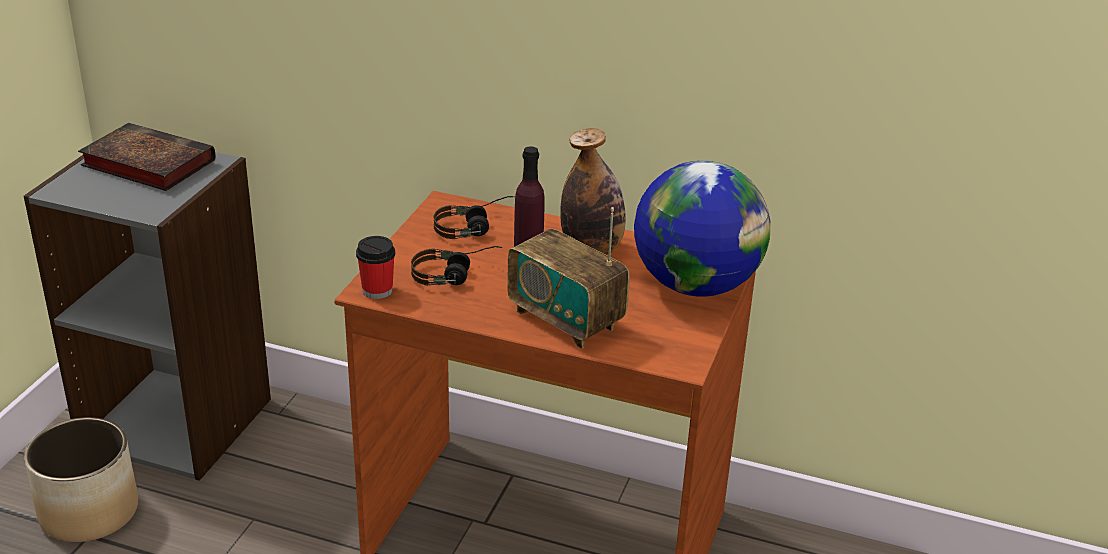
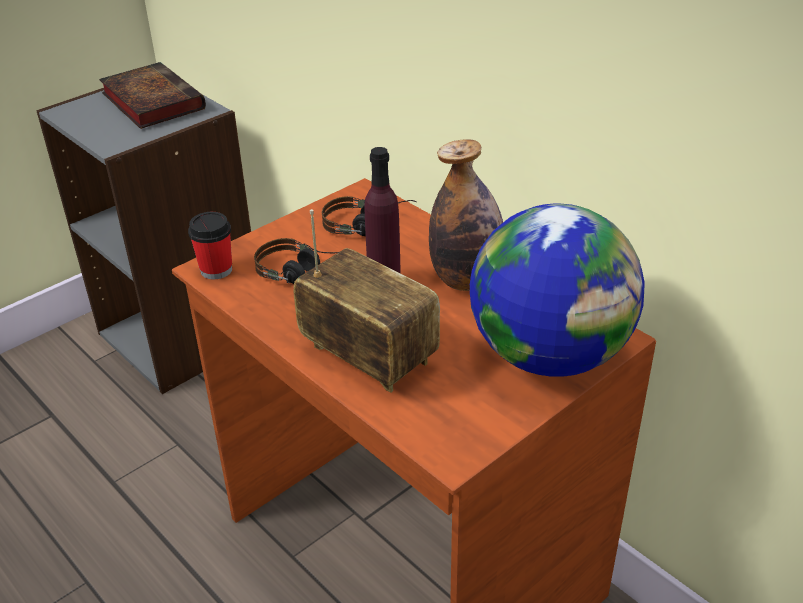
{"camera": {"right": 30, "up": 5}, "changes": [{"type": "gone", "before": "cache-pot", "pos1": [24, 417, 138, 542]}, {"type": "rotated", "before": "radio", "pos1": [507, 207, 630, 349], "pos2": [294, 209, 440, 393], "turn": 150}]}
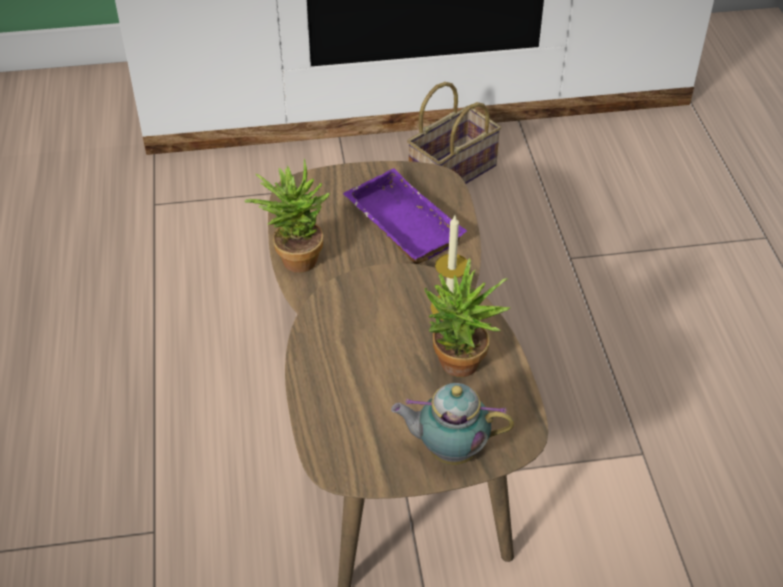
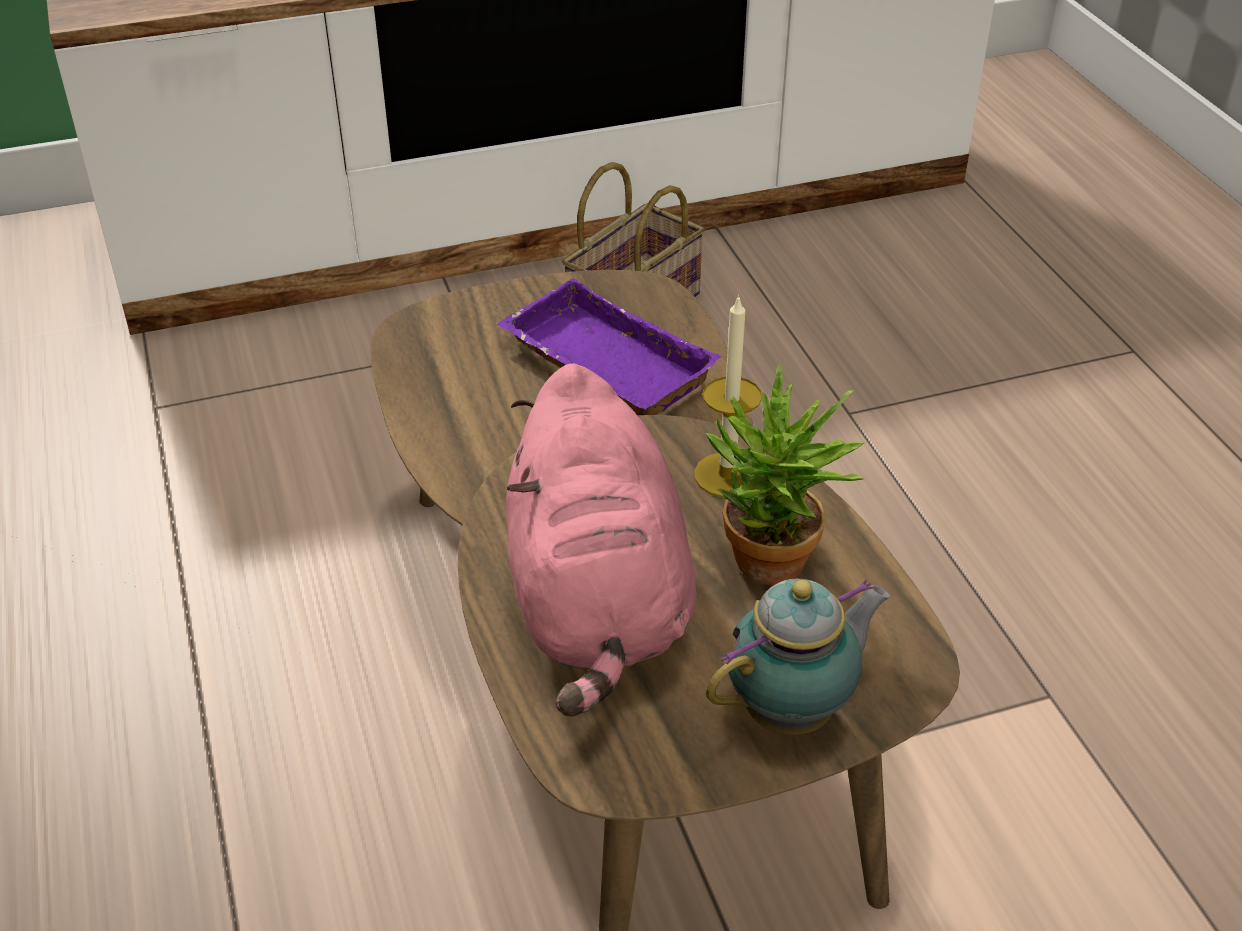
{"camera": {"right": -10, "up": -5}, "changes": [{"type": "gone", "before": "plante en pot", "pos1": [245, 158, 330, 273]}, {"type": "rotated", "before": "théière", "pos1": [391, 383, 514, 465], "pos2": [706, 579, 890, 735], "turn": 150}, {"type": "new", "after": "peluche/rose", "pos2": [506, 363, 697, 717]}]}
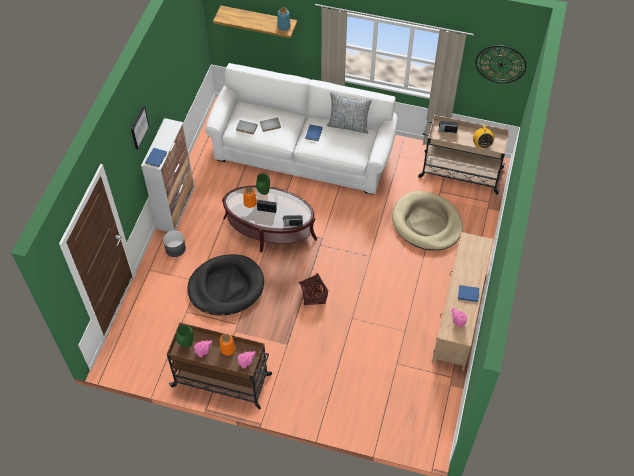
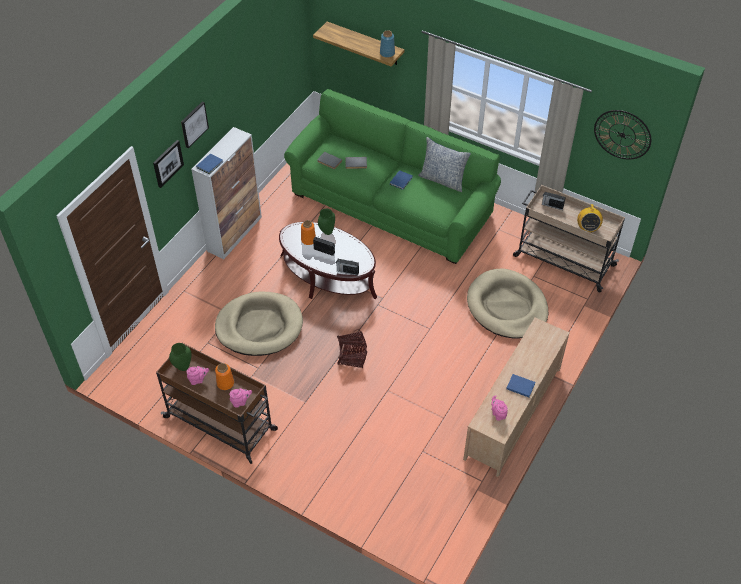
{"camera": {"right": 15, "up": -5}, "changes": [{"type": "gone", "before": "cache-pot/gris", "pos1": [163, 230, 186, 257]}, {"type": "repainted", "before": "panier pour chien/noir", "after": "panier pour chien/beige", "pos1": [187, 254, 264, 316], "pos2": [215, 291, 303, 356]}, {"type": "repainted", "before": "canapé/blanc", "after": "canapé/vert", "pos1": [205, 63, 398, 195], "pos2": [284, 89, 501, 264]}, {"type": "new", "after": "tableau", "pos2": [153, 140, 184, 188]}]}
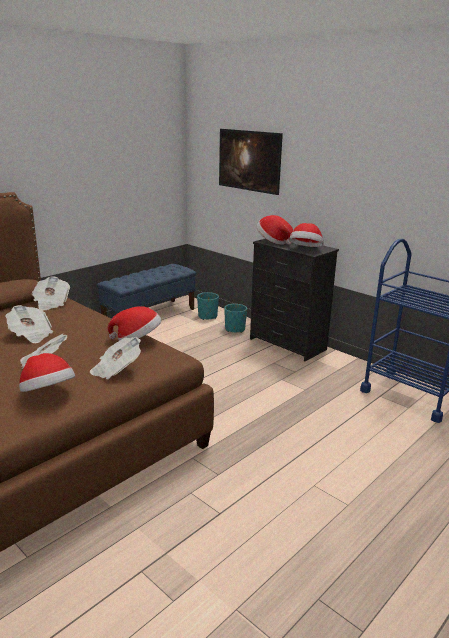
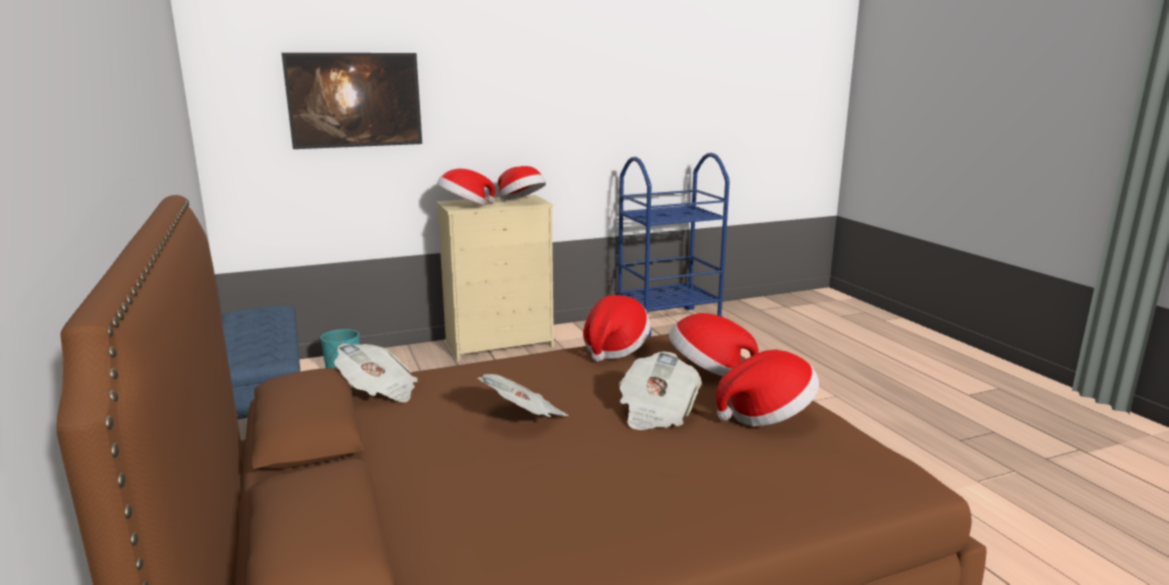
{"camera": {"right": -65, "up": -5}, "changes": [{"type": "swapped", "before": "journal", "after": "chapeau", "pos1": [90, 337, 141, 379], "pos2": [669, 313, 759, 376]}, {"type": "gone", "before": "cache-pot/turquoise", "pos1": [224, 304, 247, 333]}, {"type": "repainted", "before": "commode/noir", "after": "commode/beige", "pos1": [250, 239, 339, 361], "pos2": [436, 195, 554, 361]}]}
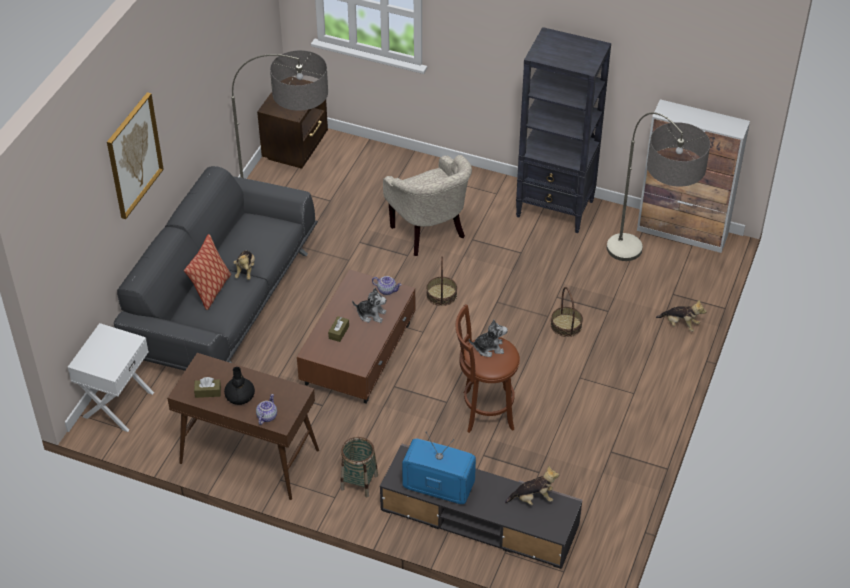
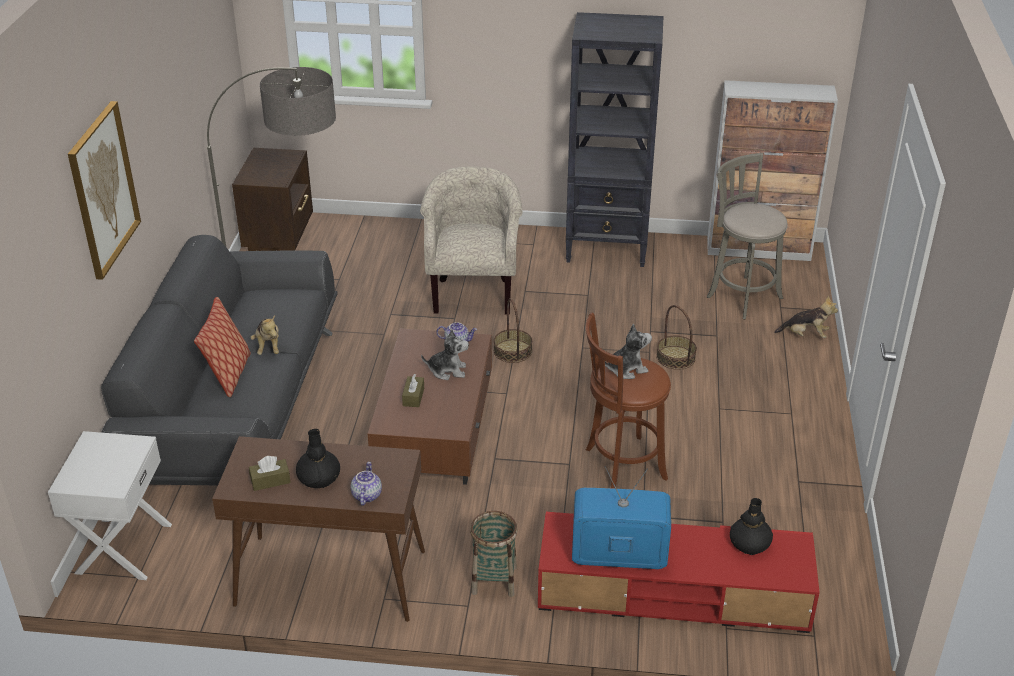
{"camera": {"right": -15, "up": -10}, "changes": [{"type": "repainted", "before": "meuble télé/gris", "after": "meuble télé/rouge", "pos1": [380, 444, 582, 569], "pos2": [538, 512, 820, 633]}, {"type": "rotated", "before": "fauteuil/beige", "pos1": [383, 155, 472, 256], "pos2": [420, 167, 523, 315], "turn": -135}, {"type": "swapped", "before": "peluche", "after": "vase/noir", "pos1": [505, 466, 559, 505], "pos2": [730, 498, 773, 555]}, {"type": "swapped", "before": "lampadaire", "after": "tabouret/gris", "pos1": [607, 112, 710, 261], "pos2": [707, 153, 788, 319]}]}
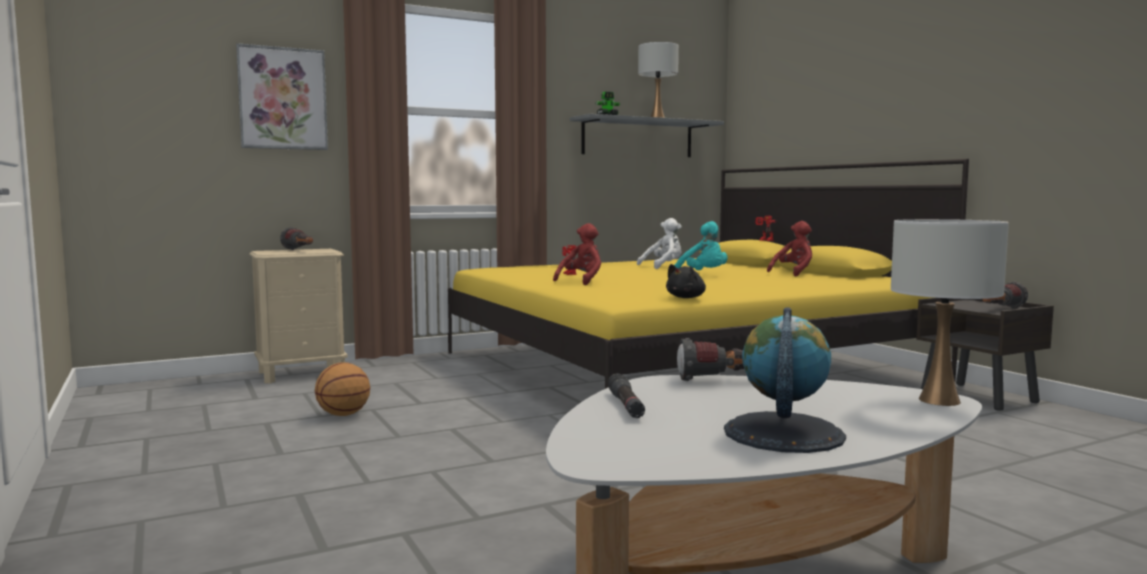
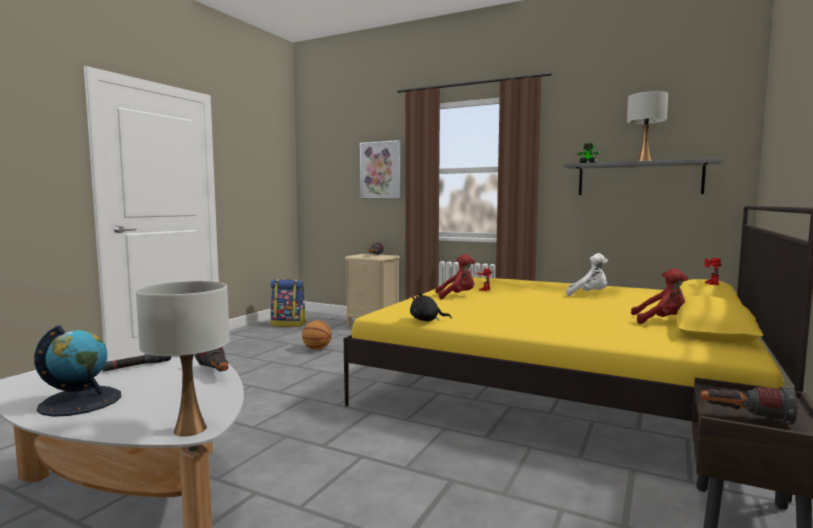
{"camera": {"right": 55, "up": 0}, "changes": [{"type": "gone", "before": "peluche/turquoise", "pos1": [674, 221, 728, 270]}, {"type": "new", "after": "sac à dos", "pos2": [270, 279, 306, 327]}]}
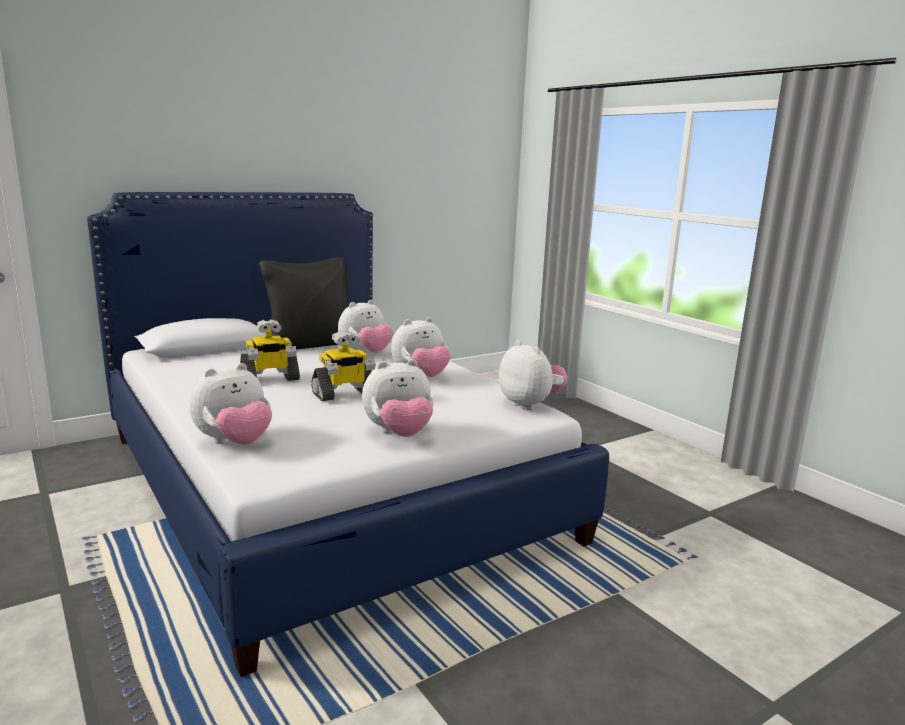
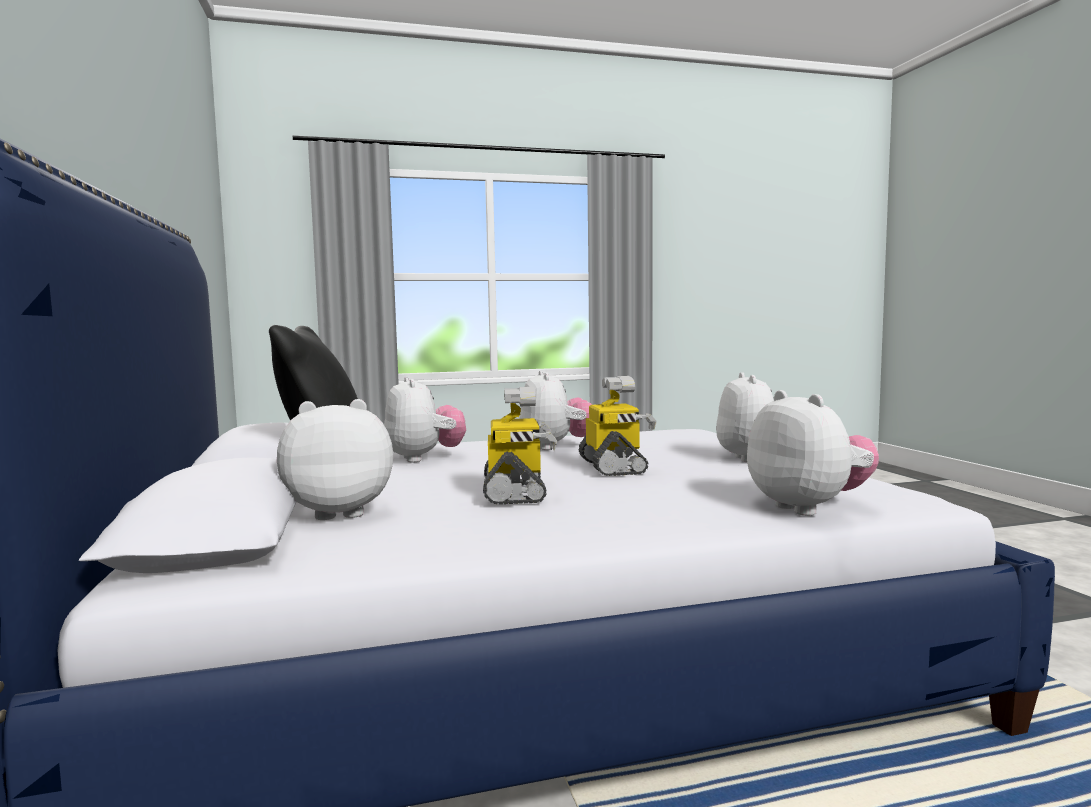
{"camera": {"right": -70, "up": -10}, "changes": [{"type": "shifted", "before": "peluche", "pos1": [499, 340, 567, 410], "pos2": [277, 399, 393, 520]}]}
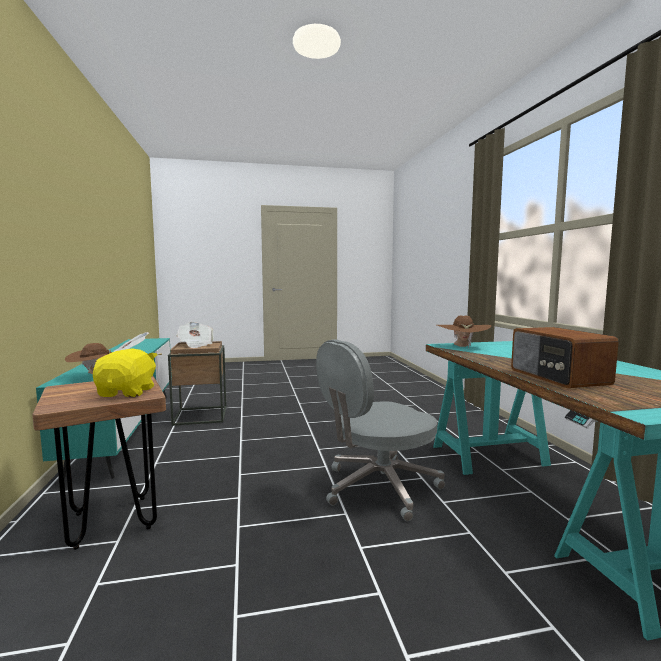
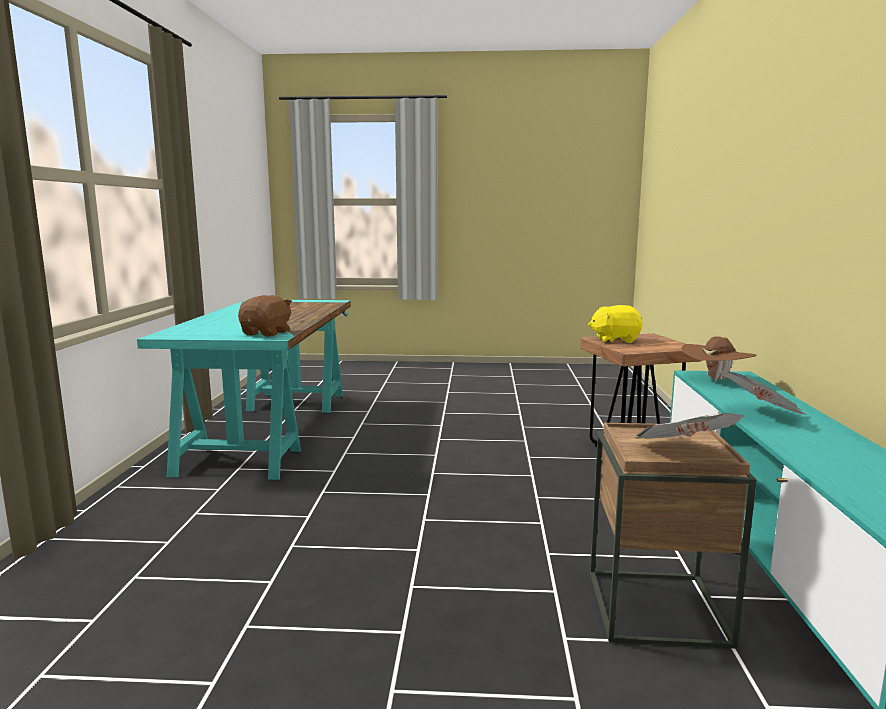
{"camera": {"right": -165, "up": 5}, "changes": [{"type": "rotated", "before": "peluche/jaune", "pos1": [93, 348, 157, 397], "pos2": [588, 305, 642, 343], "turn": 75}, {"type": "gone", "before": "chaise de bureau/gris", "pos1": [316, 339, 445, 521]}, {"type": "swapped", "before": "chapeau/marron", "after": "peluche/marron", "pos1": [437, 316, 491, 349], "pos2": [238, 295, 292, 337]}, {"type": "gone", "before": "radio", "pos1": [511, 327, 619, 388]}]}
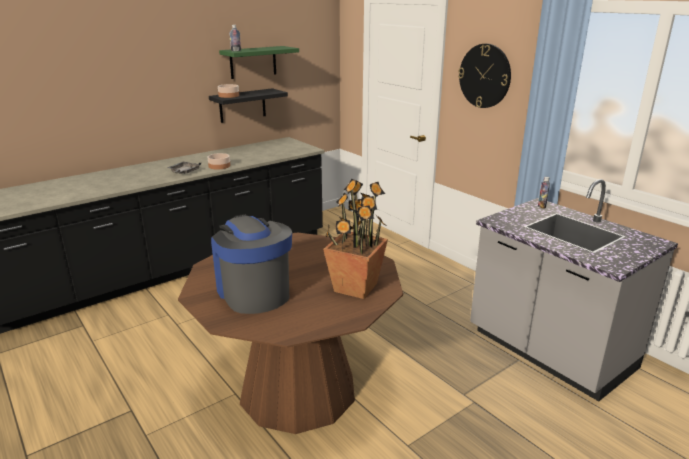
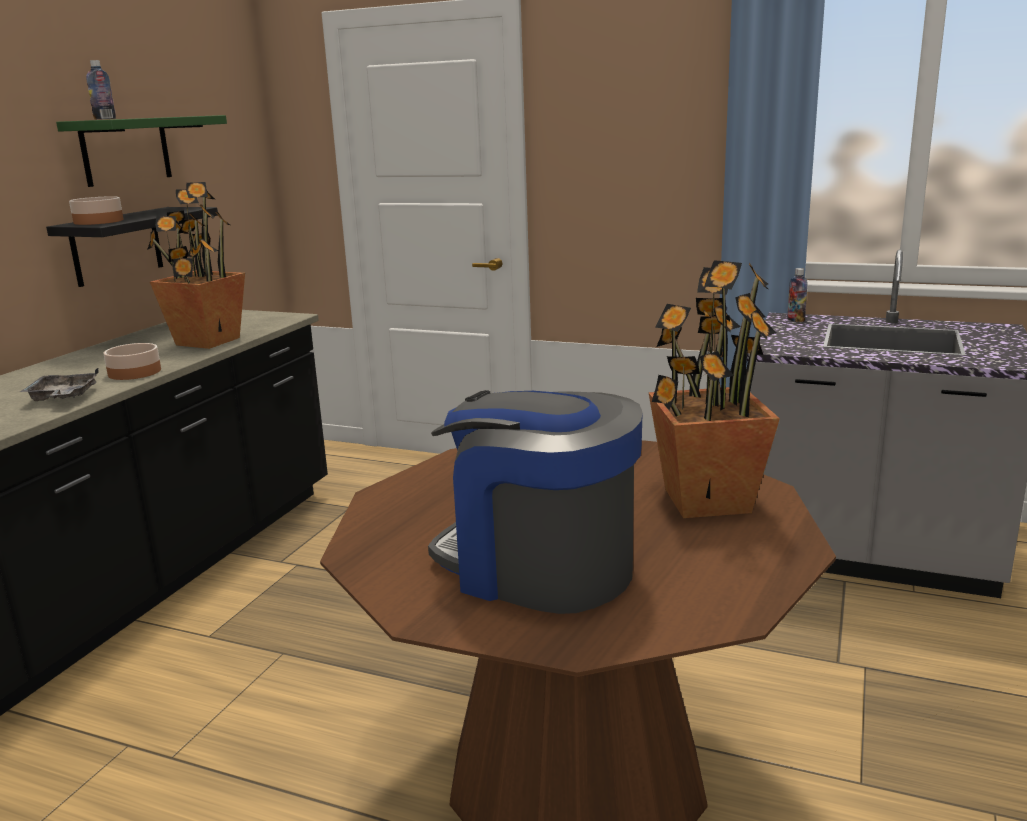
{"camera": {"right": -30, "up": -5}, "changes": [{"type": "gone", "before": "horloge murale", "pos1": [458, 44, 511, 108]}, {"type": "new", "after": "plante en pot", "pos2": [147, 182, 245, 349]}]}
